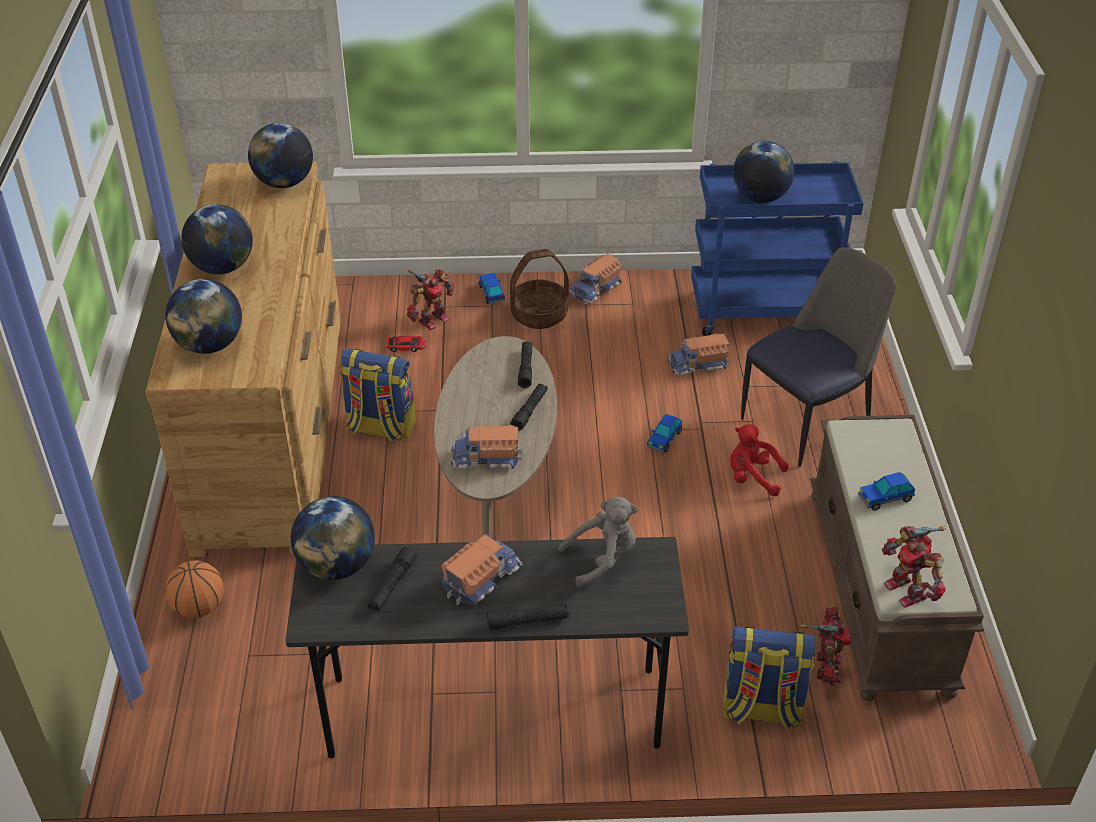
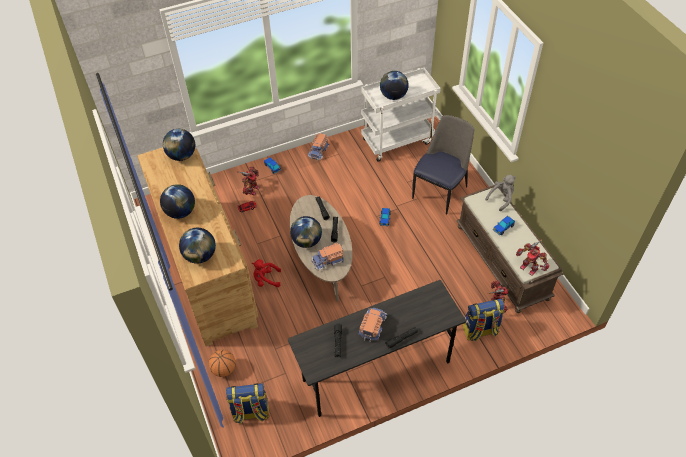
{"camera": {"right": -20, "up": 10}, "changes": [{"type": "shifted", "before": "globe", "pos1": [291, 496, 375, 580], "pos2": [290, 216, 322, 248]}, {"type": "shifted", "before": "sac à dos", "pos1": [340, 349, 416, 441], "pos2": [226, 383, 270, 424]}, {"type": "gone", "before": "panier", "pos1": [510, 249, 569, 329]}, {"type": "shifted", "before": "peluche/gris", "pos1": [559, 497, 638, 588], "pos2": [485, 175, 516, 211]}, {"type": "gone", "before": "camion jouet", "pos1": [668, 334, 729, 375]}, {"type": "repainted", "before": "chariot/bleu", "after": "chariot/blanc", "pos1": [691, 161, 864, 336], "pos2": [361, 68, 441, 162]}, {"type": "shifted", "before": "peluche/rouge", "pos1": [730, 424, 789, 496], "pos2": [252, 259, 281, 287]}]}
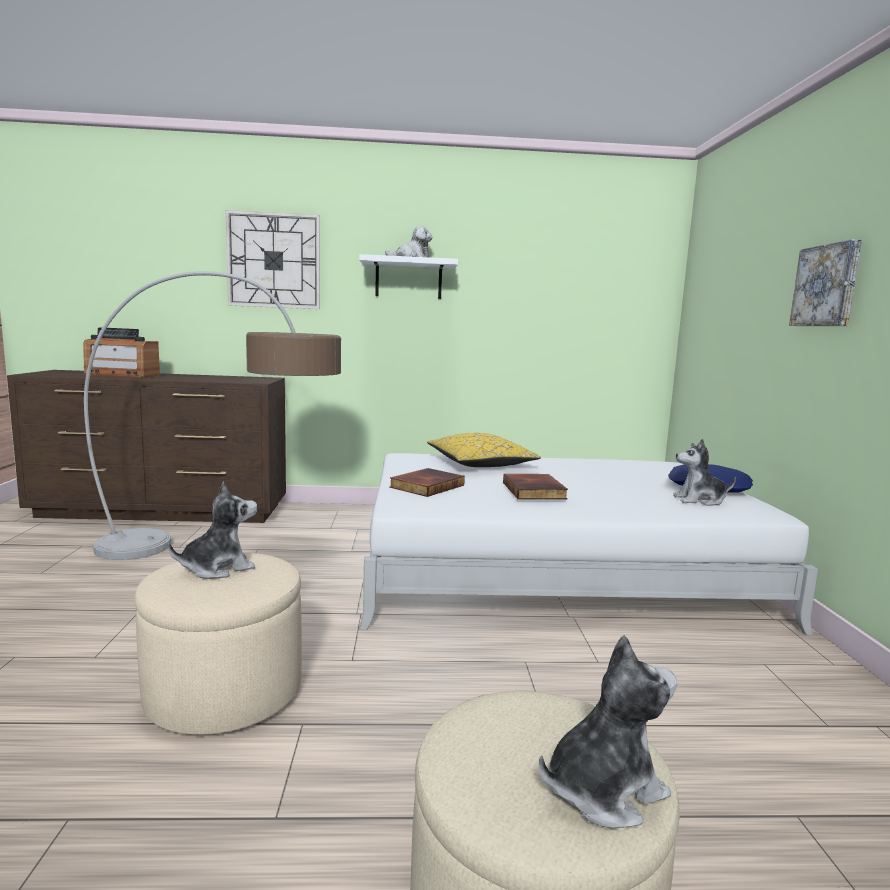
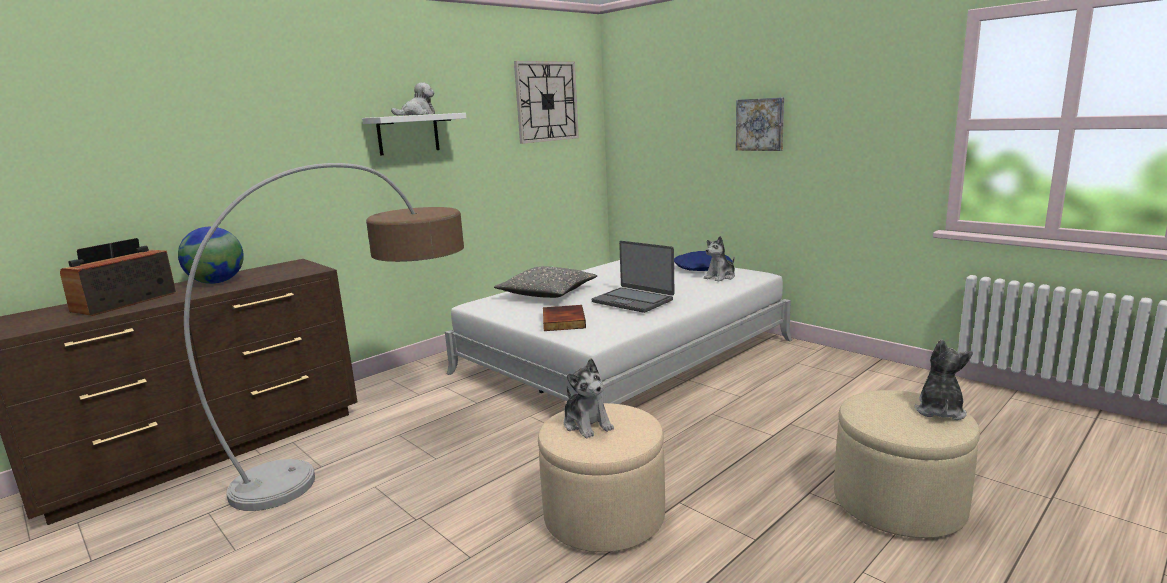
{"camera": {"right": -40, "up": 5}, "changes": [{"type": "rotated", "before": "radio", "pos1": [83, 327, 160, 378], "pos2": [60, 238, 176, 316], "turn": 150}, {"type": "rotated", "before": "peluche", "pos1": [168, 481, 257, 579], "pos2": [564, 358, 614, 438], "turn": 135}, {"type": "shifted", "before": "horloge murale", "pos1": [225, 210, 320, 309], "pos2": [514, 61, 579, 144]}, {"type": "repainted", "before": "coussin/jaune", "after": "coussin/gris", "pos1": [427, 433, 541, 467], "pos2": [494, 266, 597, 298]}, {"type": "swapped", "before": "livre", "after": "ordinateur portable", "pos1": [503, 474, 568, 499], "pos2": [592, 241, 674, 313]}, {"type": "new", "after": "globe", "pos2": [178, 227, 244, 284]}]}
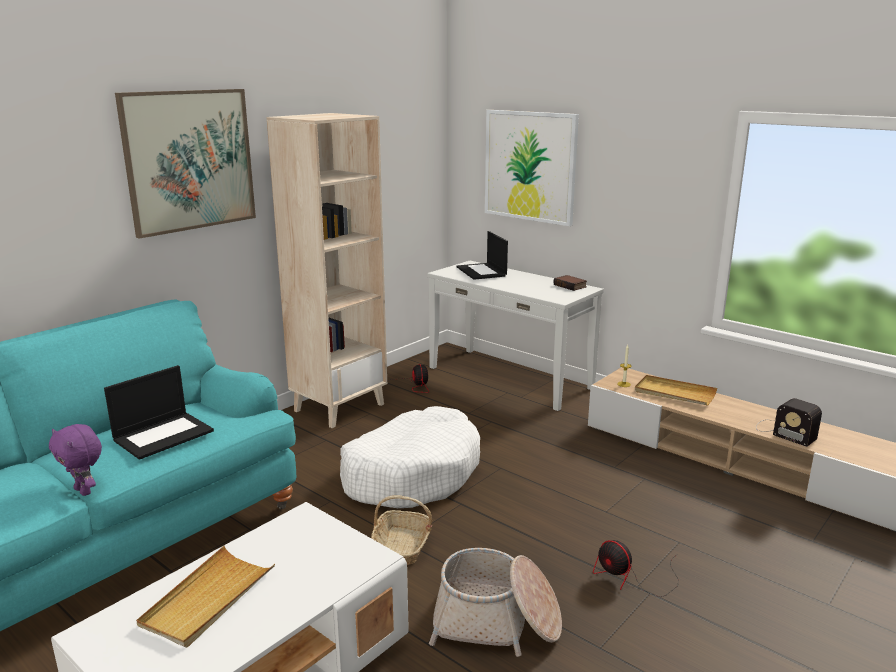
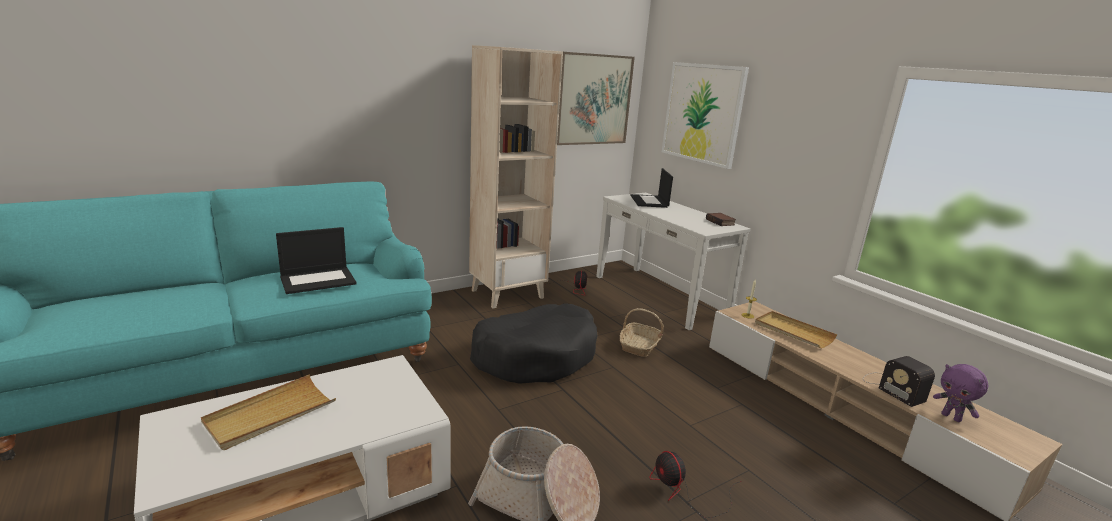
{"camera": {"right": 15, "up": 0}, "changes": [{"type": "shifted", "before": "peluche/violet", "pos1": [49, 424, 102, 496], "pos2": [933, 364, 988, 422]}, {"type": "shifted", "before": "tableau", "pos1": [115, 89, 256, 239], "pos2": [557, 52, 635, 145]}, {"type": "repainted", "before": "panier pour chien/blanc", "after": "panier pour chien/noir", "pos1": [340, 406, 480, 508], "pos2": [470, 303, 597, 384]}, {"type": "shifted", "before": "panier", "pos1": [371, 495, 432, 565], "pos2": [620, 308, 664, 357]}]}
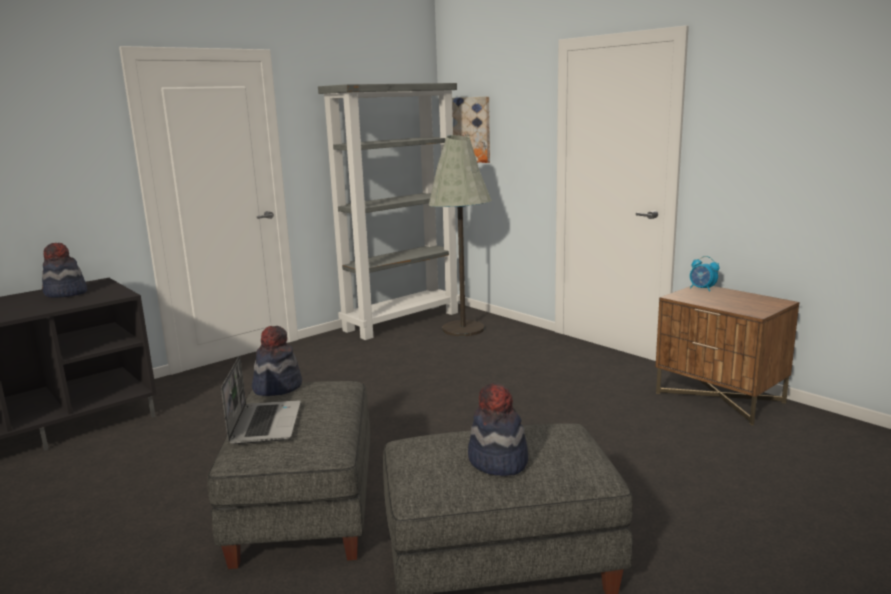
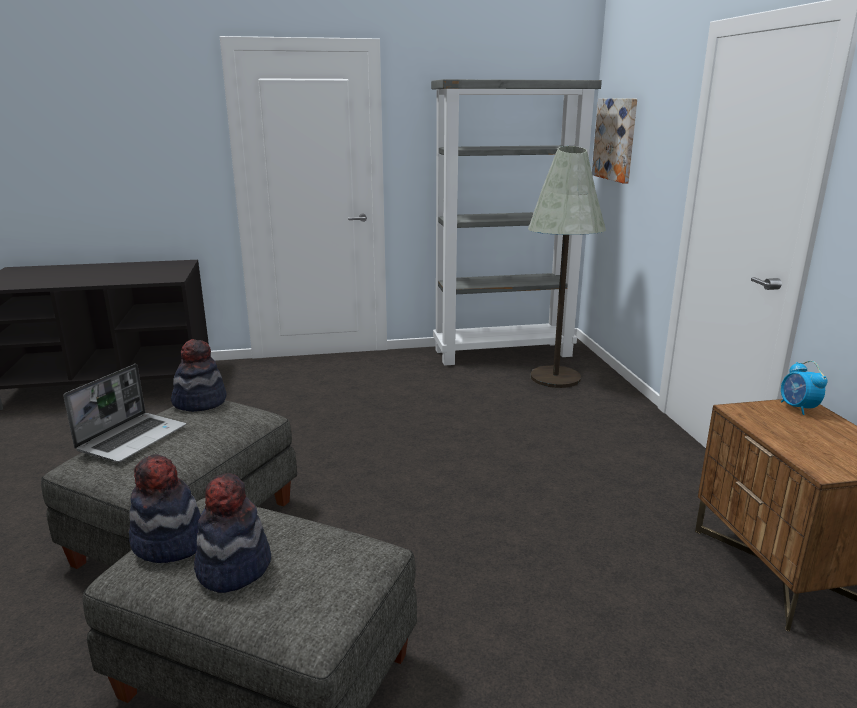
{"camera": {"right": 30, "up": 5}, "changes": [{"type": "shifted", "before": "chapeau", "pos1": [42, 243, 87, 298], "pos2": [129, 454, 201, 563]}]}
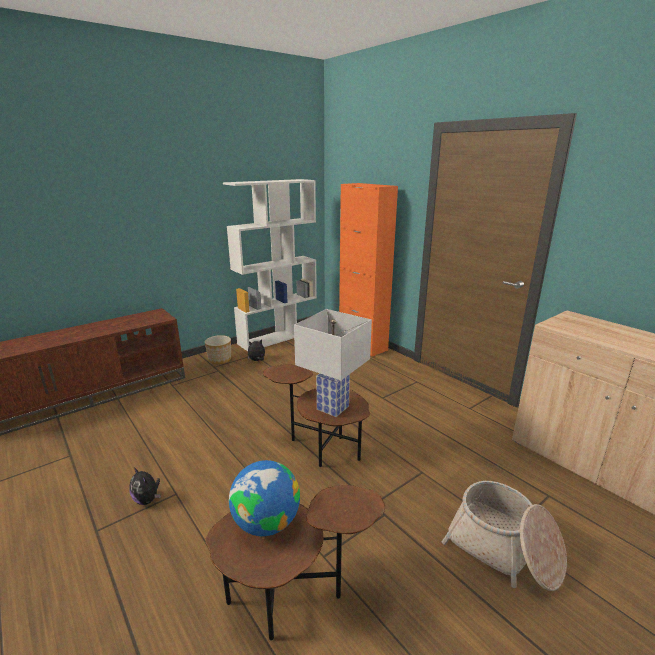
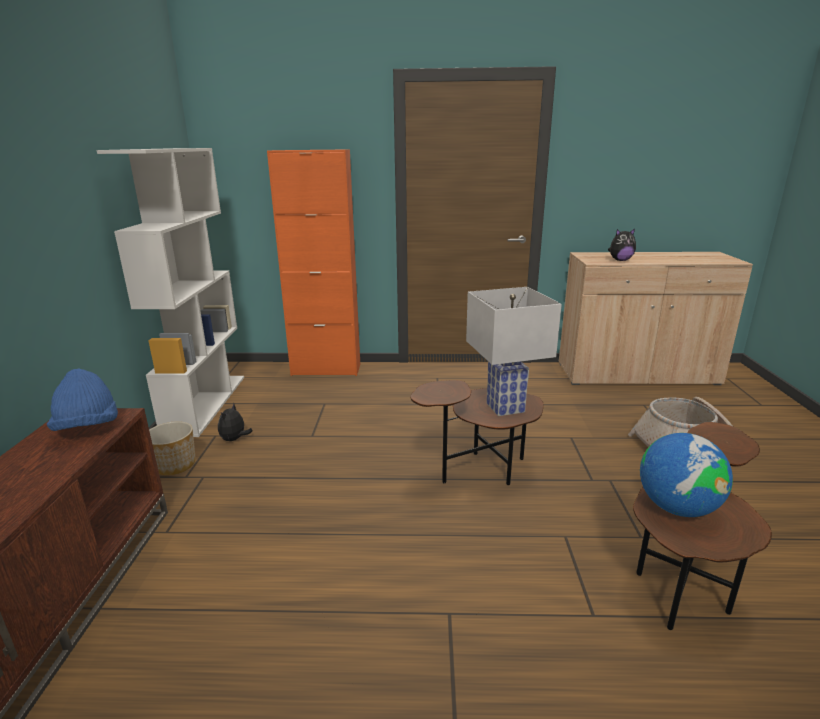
{"camera": {"right": -50, "up": 0}, "changes": [{"type": "shifted", "before": "peluche", "pos1": [129, 467, 161, 505], "pos2": [608, 229, 636, 261]}, {"type": "new", "after": "chapeau/bleu", "pos2": [47, 368, 118, 431]}]}
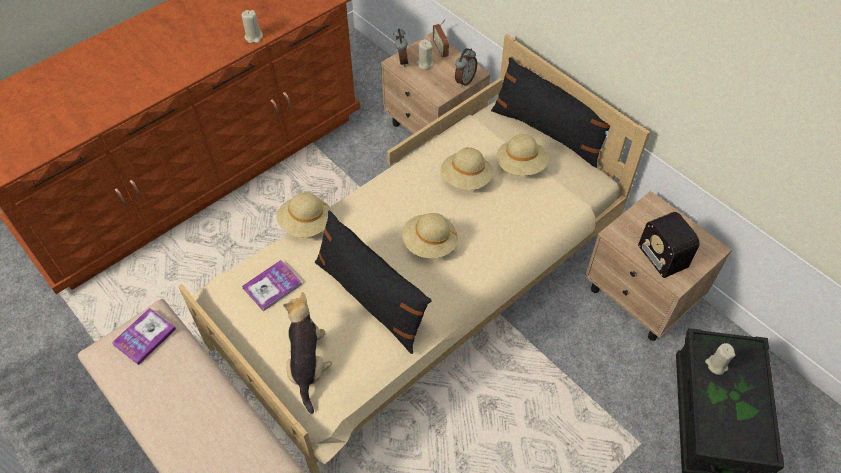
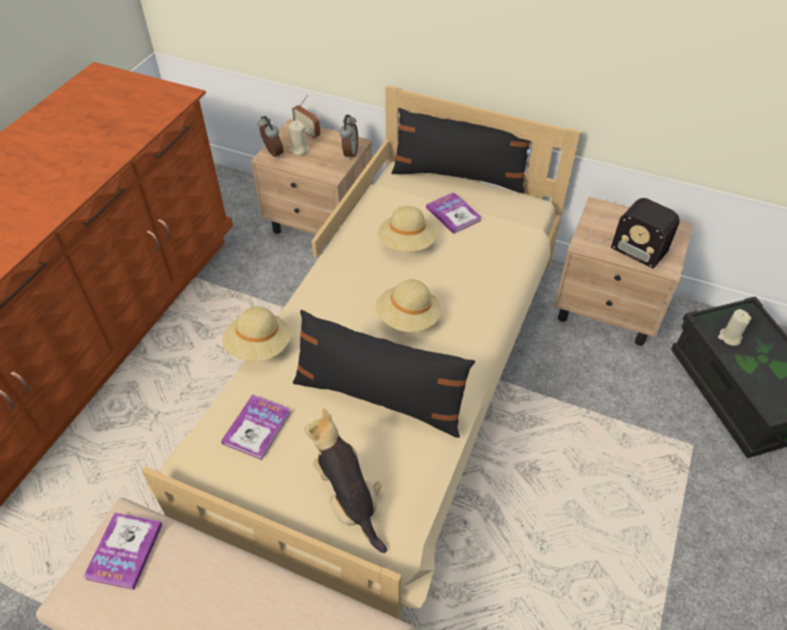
{"camera": {"right": -25, "up": -5}, "changes": [{"type": "gone", "before": "bougie/beige", "pos1": [241, 10, 263, 43]}, {"type": "swapped", "before": "chapeau/beige", "after": "livre", "pos1": [496, 134, 548, 176], "pos2": [426, 192, 482, 234]}]}
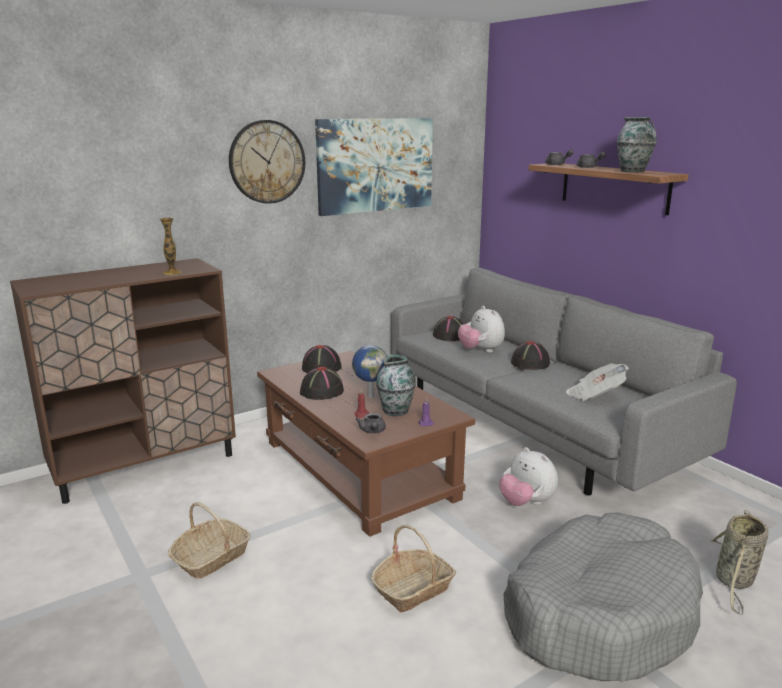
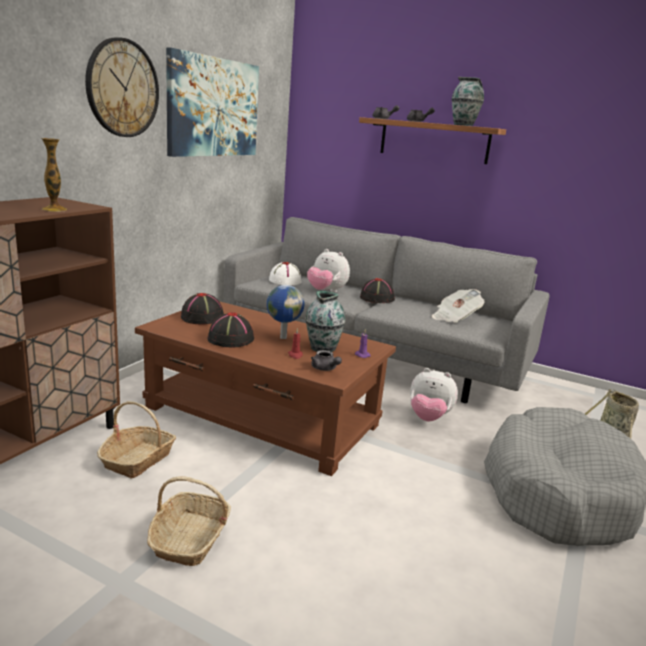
{"camera": {"right": -30, "up": 0}, "changes": [{"type": "shifted", "before": "panier", "pos1": [371, 525, 456, 613], "pos2": [97, 401, 176, 479]}, {"type": "repainted", "before": "chapeau/noir", "after": "chapeau/blanc", "pos1": [433, 316, 464, 341], "pos2": [269, 262, 302, 285]}]}
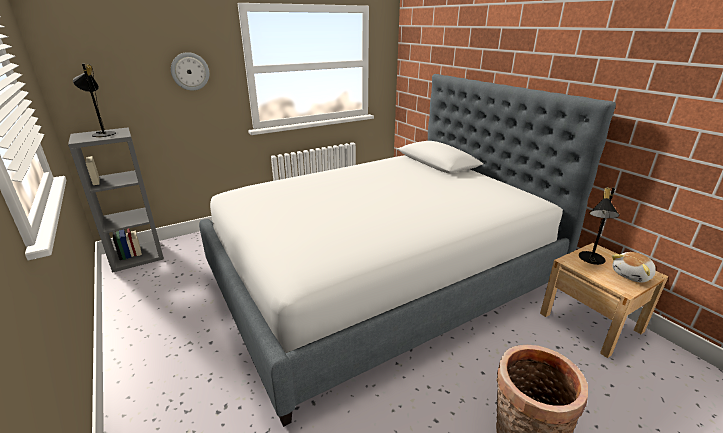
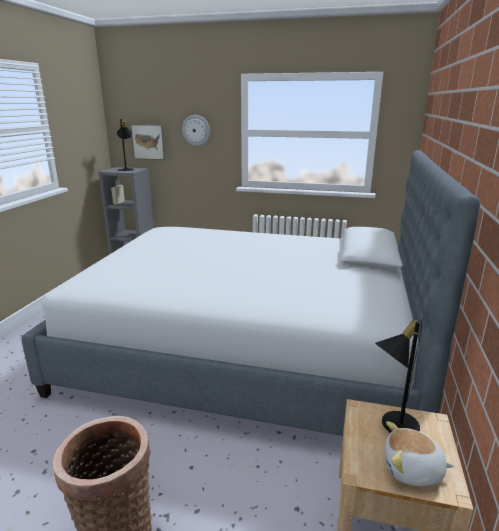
{"camera": {"right": 45, "up": -5}, "changes": [{"type": "new", "after": "tableau", "pos2": [130, 124, 166, 160]}]}
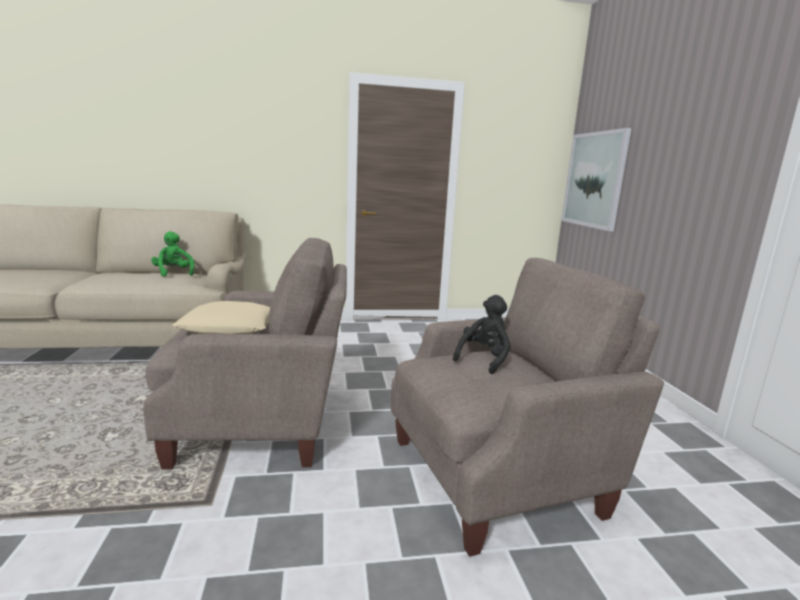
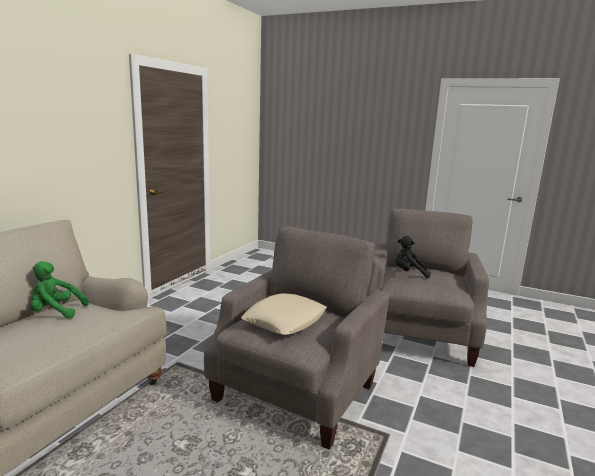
{"camera": {"right": -55, "up": 0}, "changes": [{"type": "rotated", "before": "peluche/noir", "pos1": [453, 295, 511, 374], "pos2": [396, 236, 431, 278], "turn": -60}, {"type": "gone", "before": "tableau", "pos1": [561, 128, 631, 231]}]}
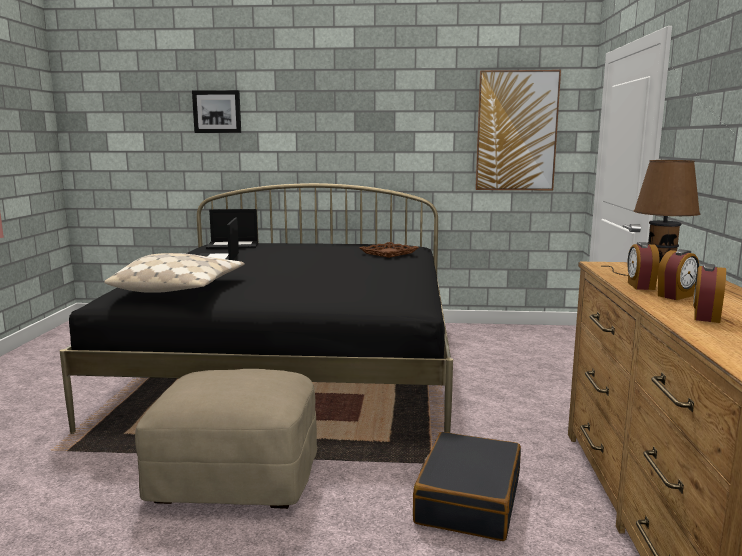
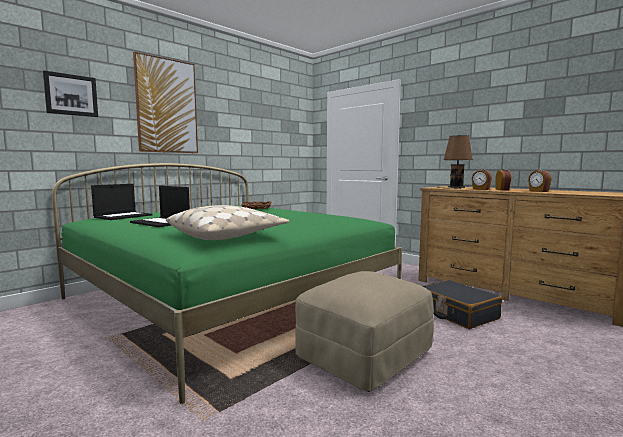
{"camera": {"right": -50, "up": -5}, "changes": [{"type": "repainted", "before": "lit/noir", "after": "lit/vert", "pos1": [60, 183, 453, 434], "pos2": [52, 163, 402, 404]}, {"type": "shifted", "before": "tableau", "pos1": [475, 70, 561, 190], "pos2": [133, 52, 198, 153]}]}
